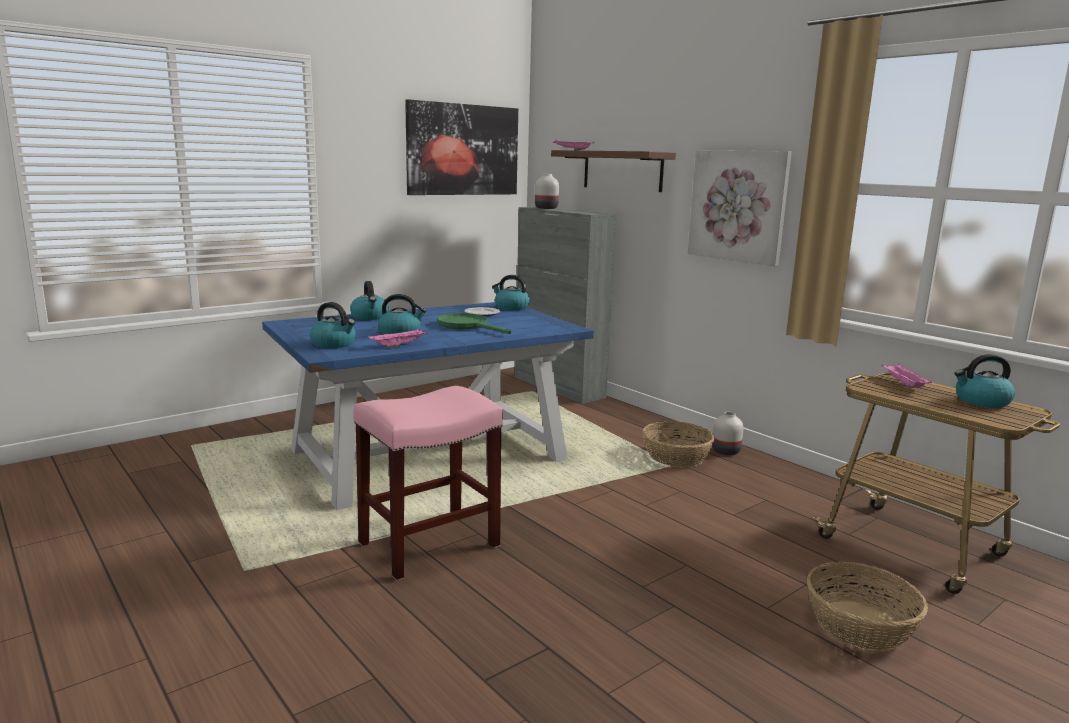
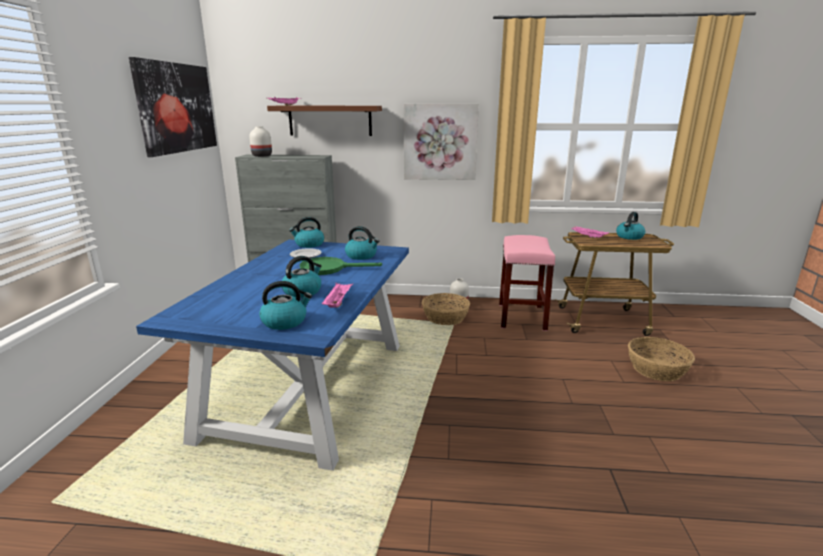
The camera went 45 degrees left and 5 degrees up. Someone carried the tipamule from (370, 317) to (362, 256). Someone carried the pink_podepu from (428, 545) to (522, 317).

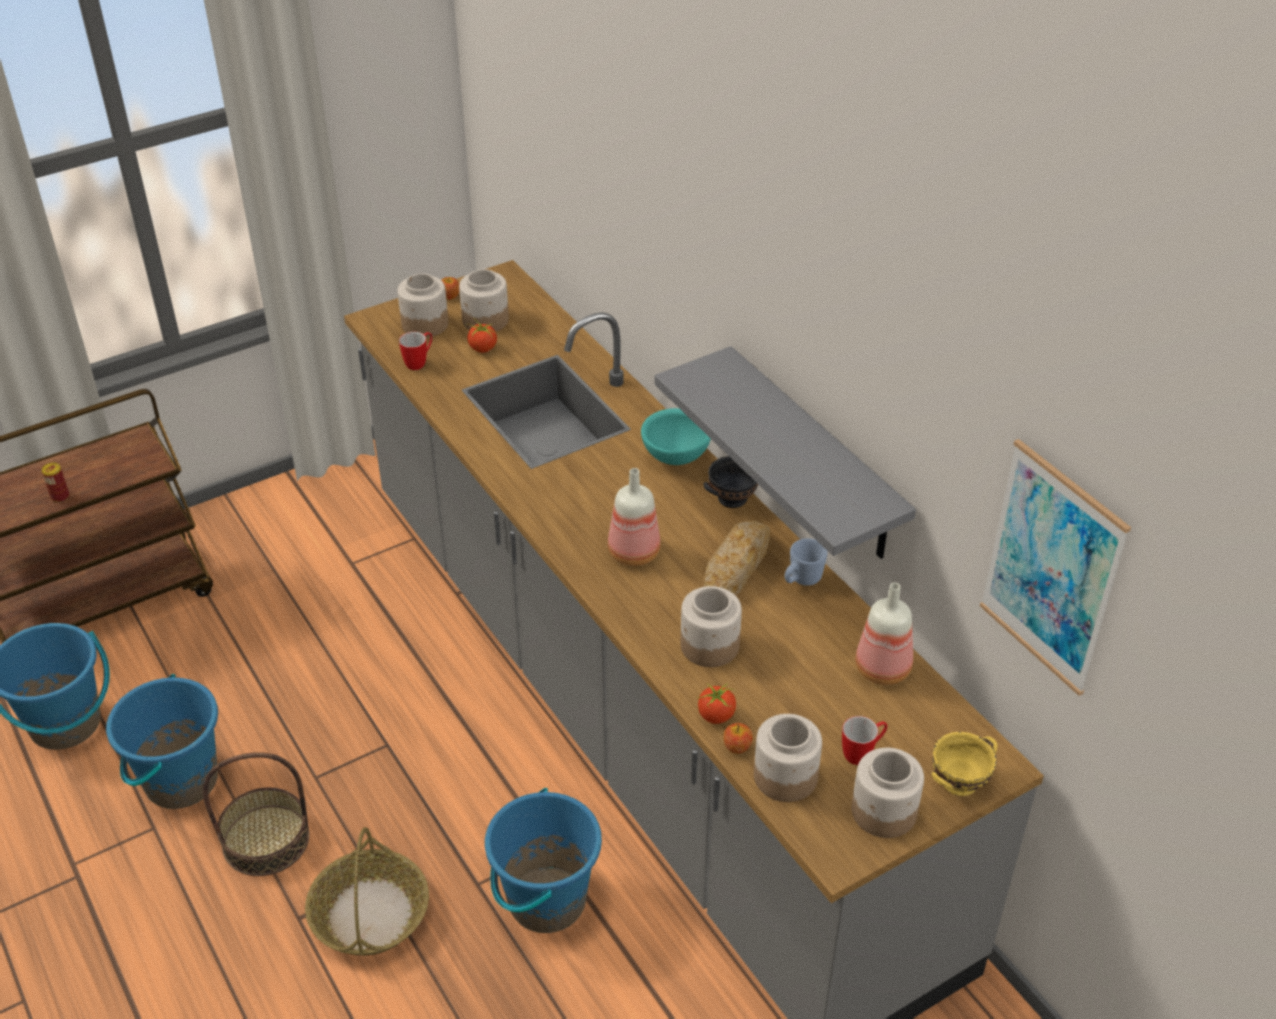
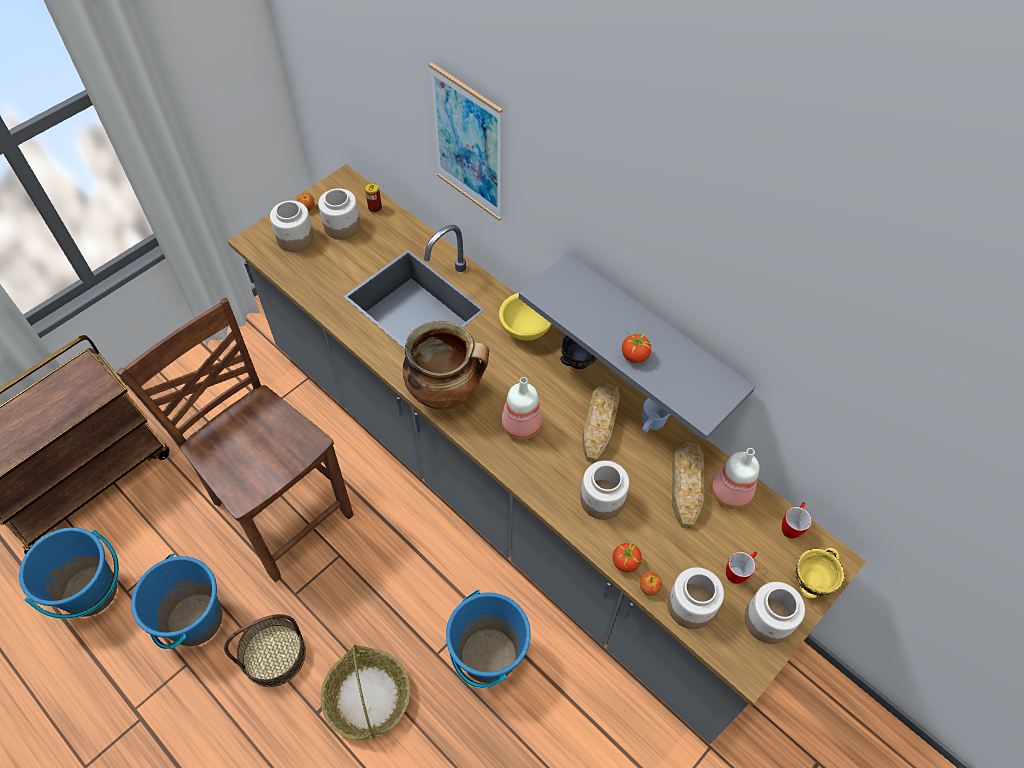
The camera went 15 degrees left and 15 degrees up. Someone carried the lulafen from (482, 348) to (634, 356). Someone carried the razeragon from (419, 362) to (791, 526). Someone repainted the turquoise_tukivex at (674, 456), which became the yellow_tukivex at (525, 329). Someone carried the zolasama from (1051, 568) to (468, 144). Someone carried the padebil from (60, 497) to (375, 208). Someone put down the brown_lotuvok at (280, 509). Someone put down the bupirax at (446, 392). Someone put down the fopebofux at (686, 485).

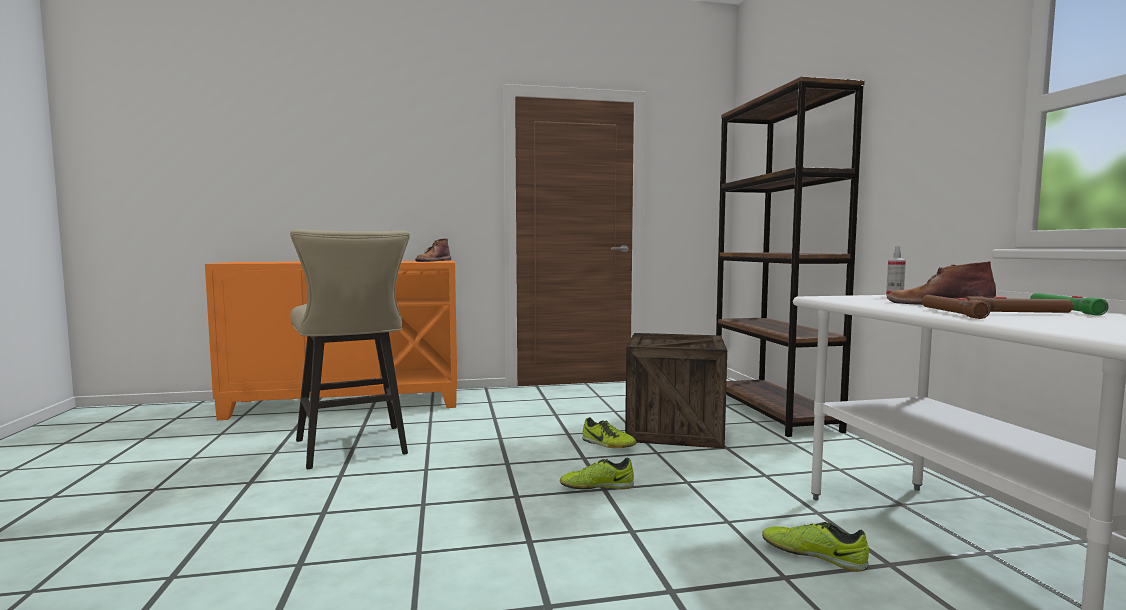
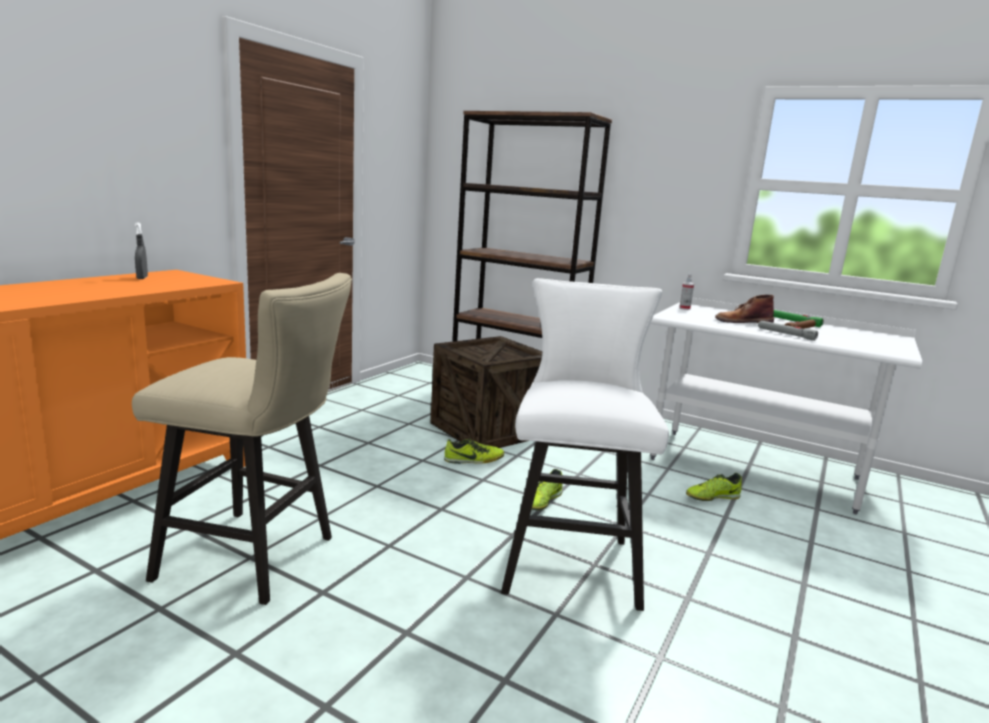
The camera went 50 degrees left and 10 degrees up. Someone took away the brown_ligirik at (432, 261). Someone repainted the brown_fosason at (951, 313), which became the grey_fosason at (785, 334). Someone put down the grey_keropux at (142, 278). Someone put down the white_podepu at (570, 560).

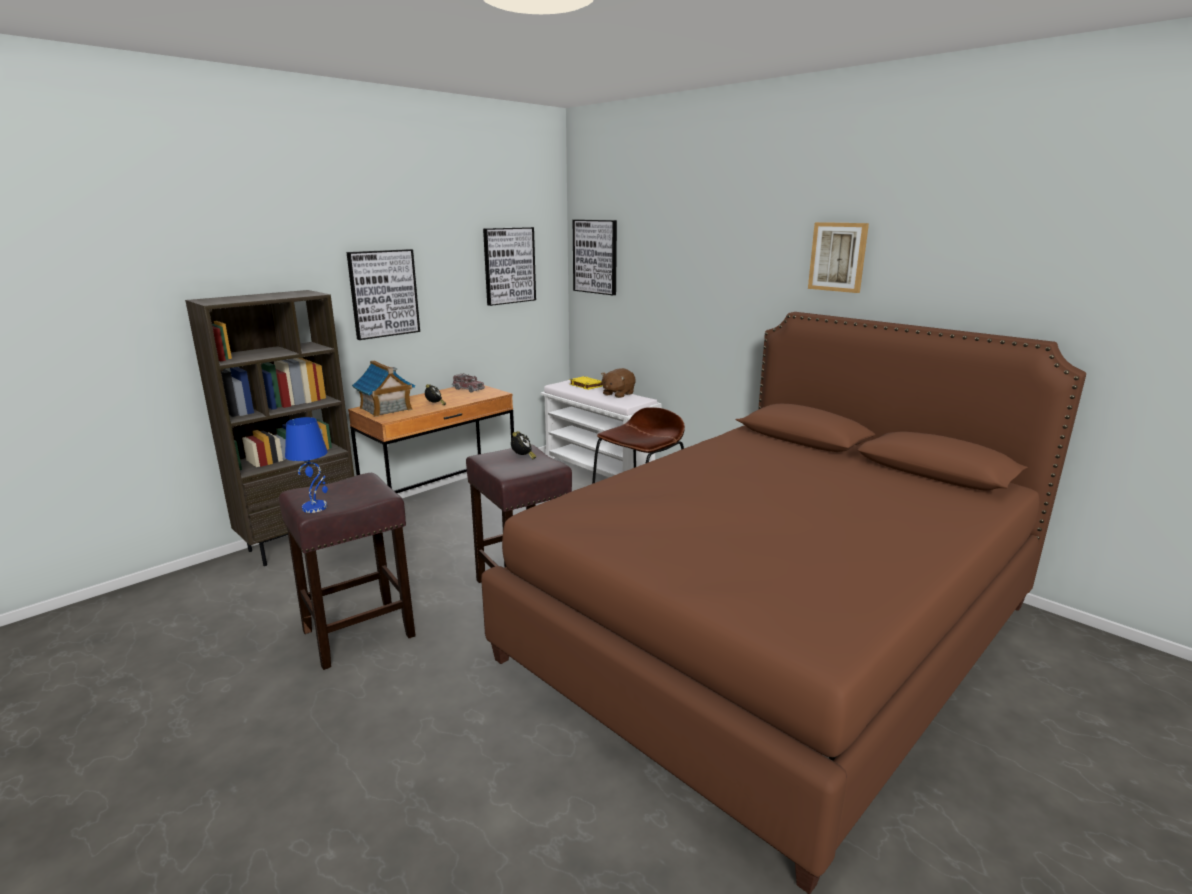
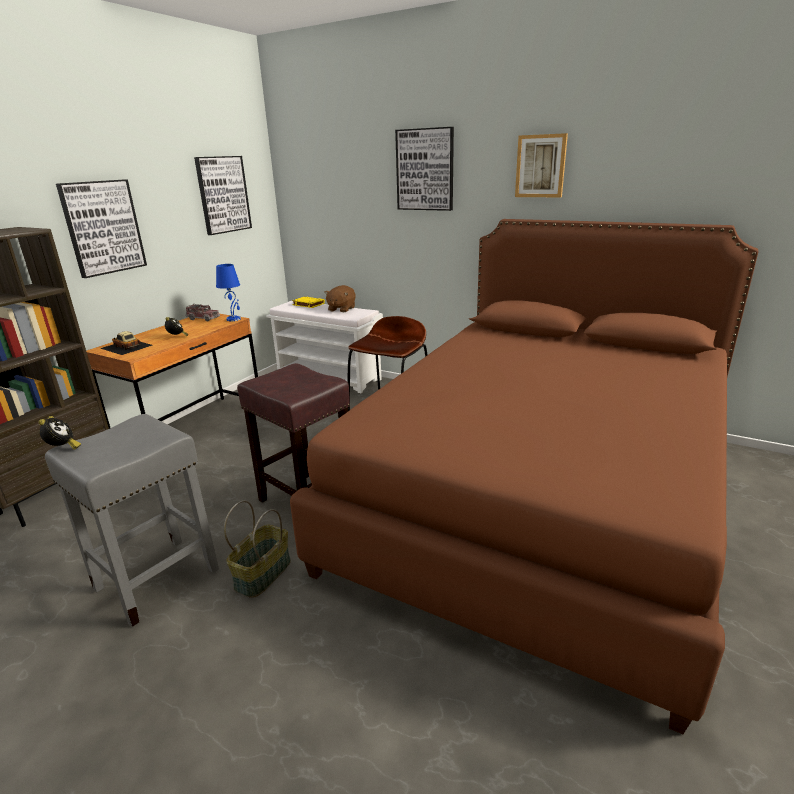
The camera went 15 degrees left and 5 degrees up. Someone carried the zolasama from (595, 256) to (425, 170). Someone swapped the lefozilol at (386, 409) for the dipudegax at (126, 346). Someone carried the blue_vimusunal from (315, 507) to (234, 319). Someone carried the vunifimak from (523, 458) to (63, 448). Someone repainted the brown_podepu at (360, 633), which became the grey_podepu at (159, 578). Someone put down the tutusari at (262, 573).

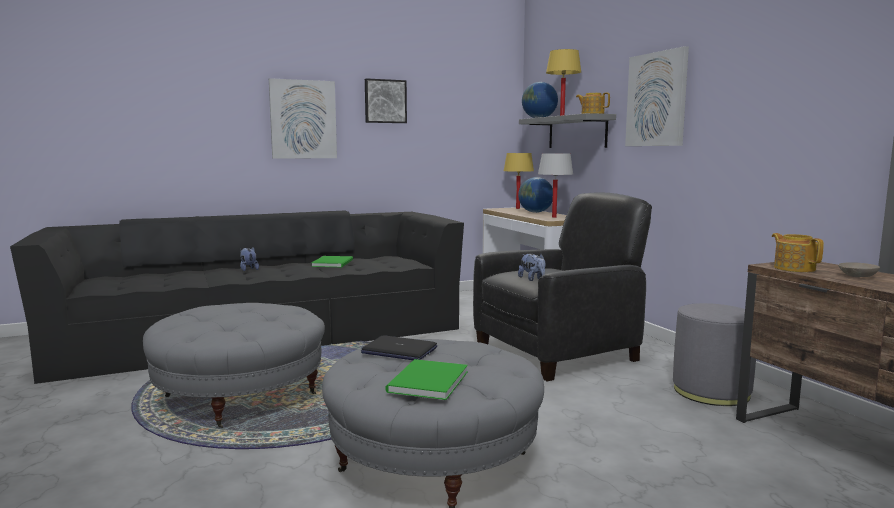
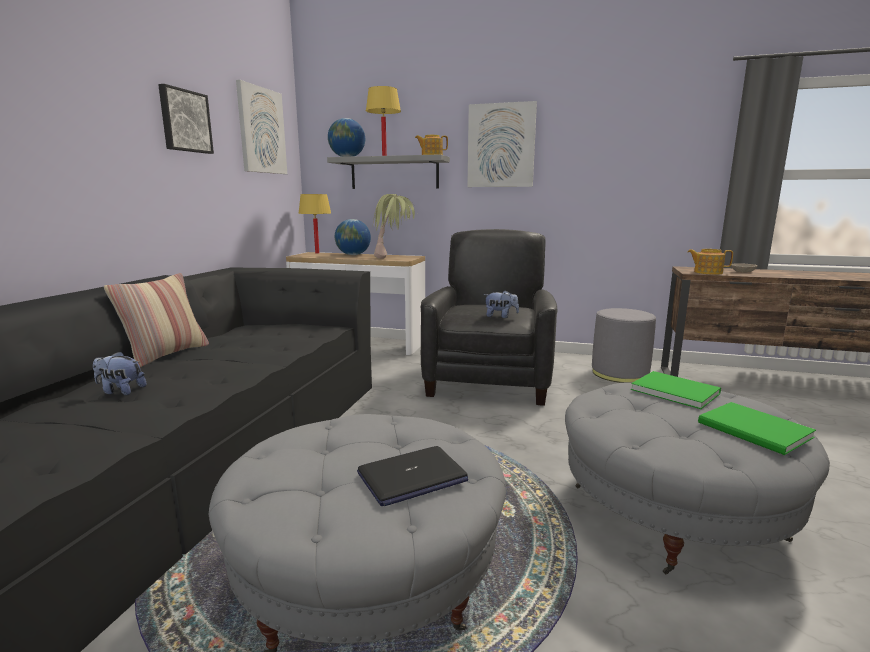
The camera went 50 degrees left and 5 degrees up. Someone carried the zolasama from (303, 119) to (261, 131). Someone swapped the white_vimusunal at (554, 217) for the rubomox at (394, 257). Someone carried the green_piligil from (334, 263) to (673, 390). Someone carried the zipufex from (399, 350) to (412, 477). Someone put down the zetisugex at (166, 354).

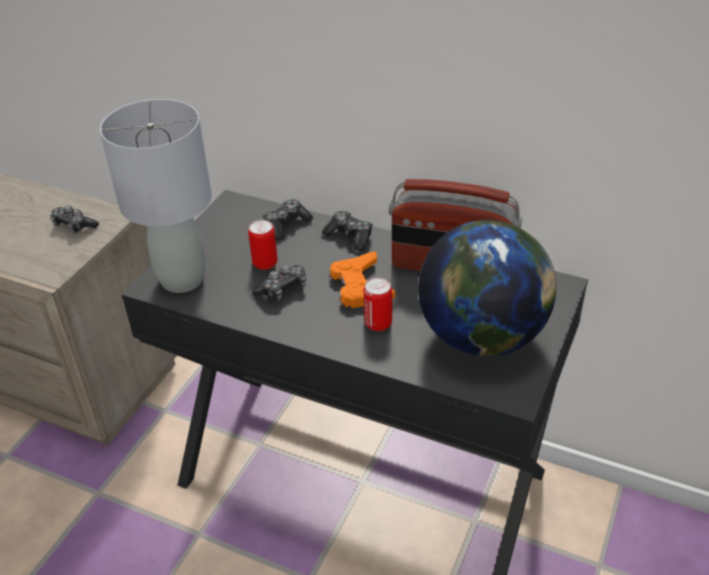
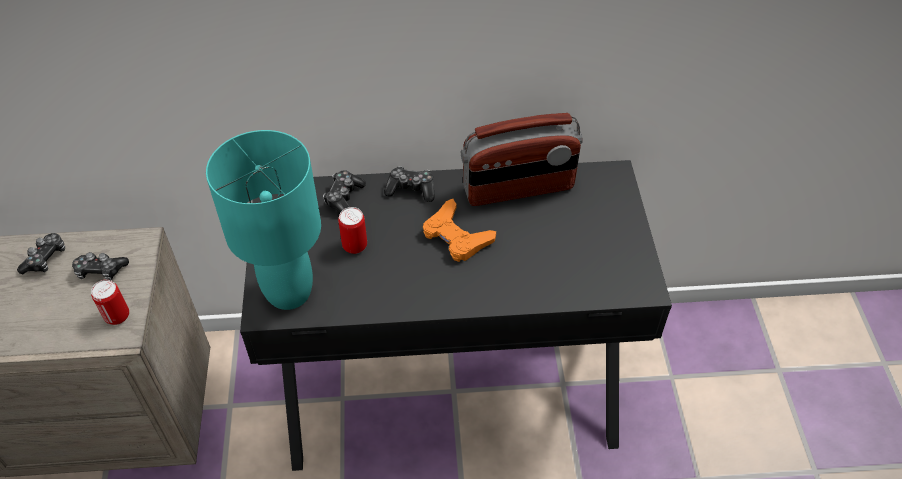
The camera went 30 degrees left and 10 degrees up. Someone repainted the grey_vimusunal at (181, 280), which became the turquoise_vimusunal at (288, 293). Someone took away the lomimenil at (482, 336). Someone carried the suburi from (283, 289) to (46, 258). Someone carried the padebil from (378, 324) to (117, 316).

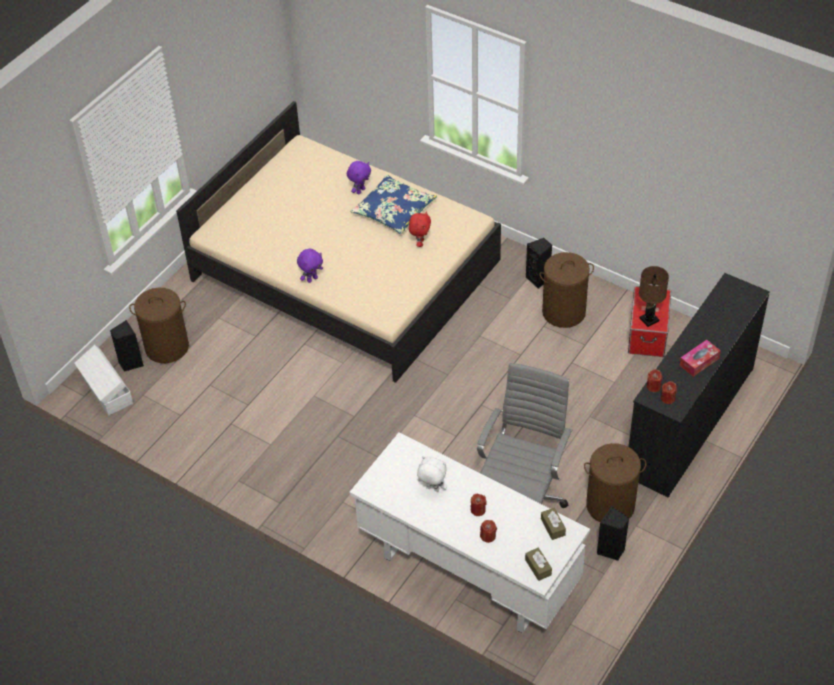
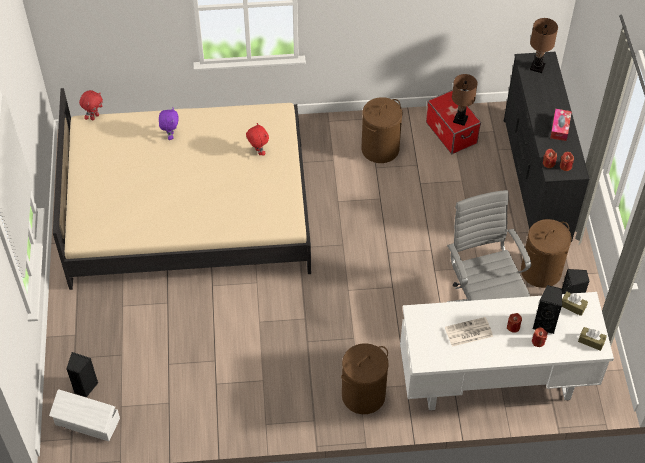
The camera went 40 degrees left and 5 degrees up. Someone took away the blue_zetisugex at (394, 211). Someone carried the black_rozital from (539, 279) to (545, 323). Someone took away the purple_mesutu at (312, 279). Someone carried the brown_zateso from (167, 347) to (363, 395). Someone swapped the white_mesutu at (432, 489) for the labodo at (468, 332). Someone put down the brown_vimusunal at (537, 67). Someone put down the red_mesutu at (94, 116).

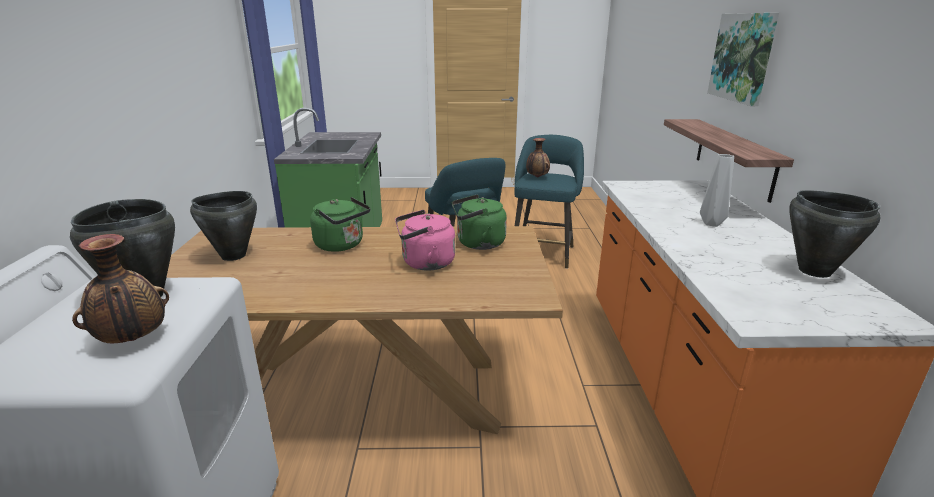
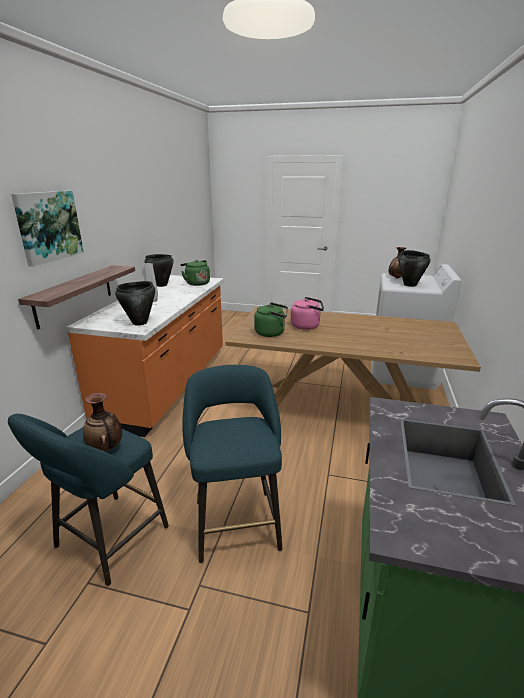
The camera went 165 degrees left and 0 degrees up. Someone carried the black_bupirax from (233, 256) to (140, 323). Someone carried the green_tipamule from (342, 245) to (196, 283).

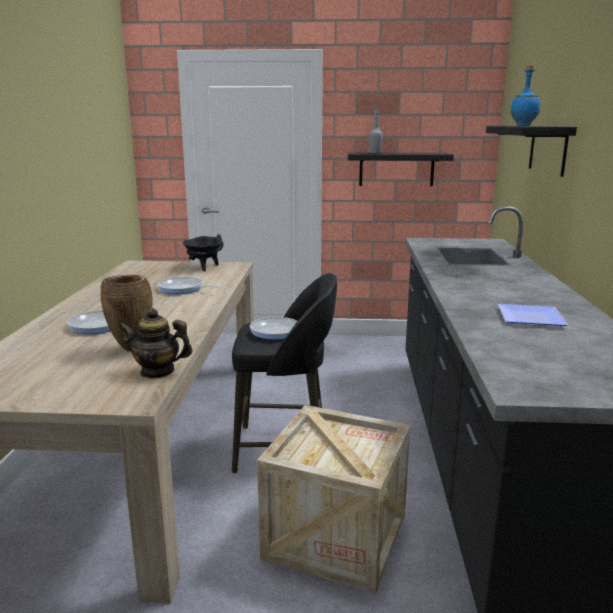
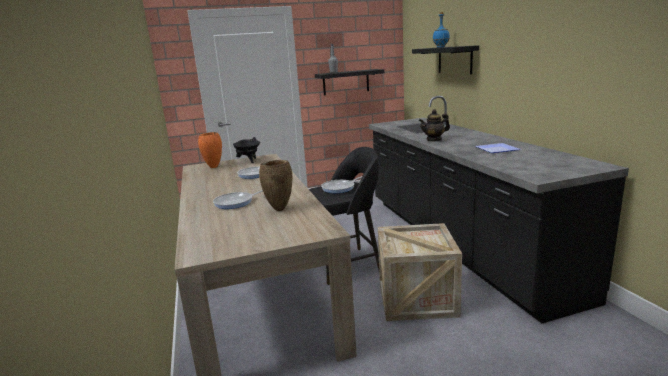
The camera went 20 degrees left and 0 degrees up. Someone carried the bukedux from (157, 371) to (434, 139). Someone put down the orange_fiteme at (213, 167).

